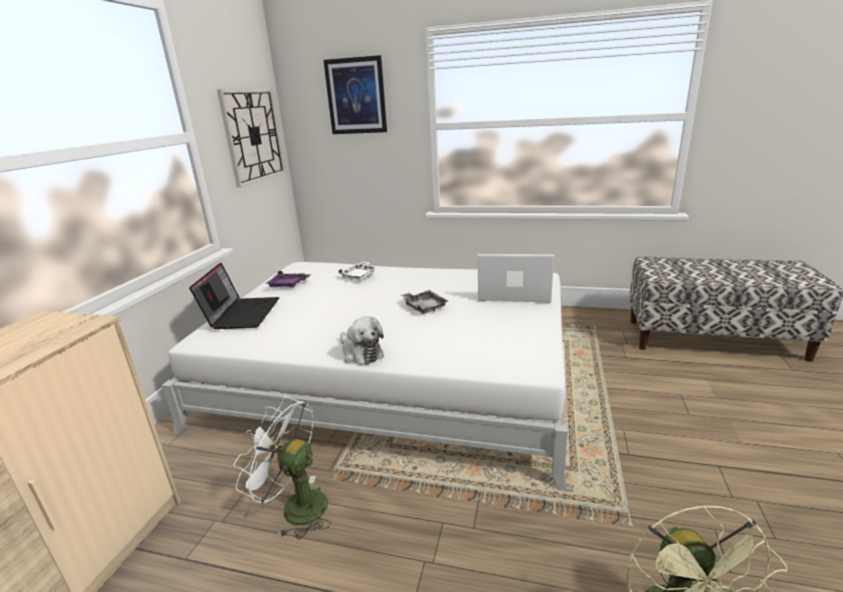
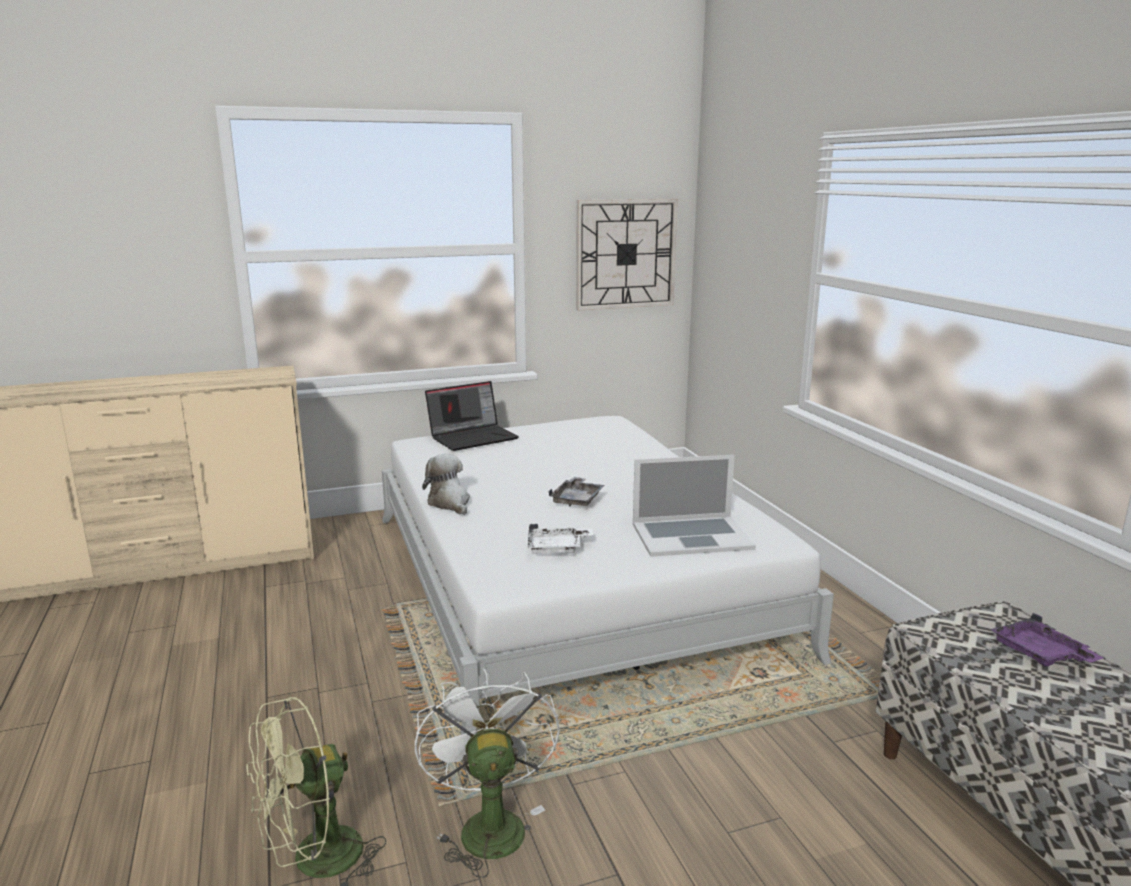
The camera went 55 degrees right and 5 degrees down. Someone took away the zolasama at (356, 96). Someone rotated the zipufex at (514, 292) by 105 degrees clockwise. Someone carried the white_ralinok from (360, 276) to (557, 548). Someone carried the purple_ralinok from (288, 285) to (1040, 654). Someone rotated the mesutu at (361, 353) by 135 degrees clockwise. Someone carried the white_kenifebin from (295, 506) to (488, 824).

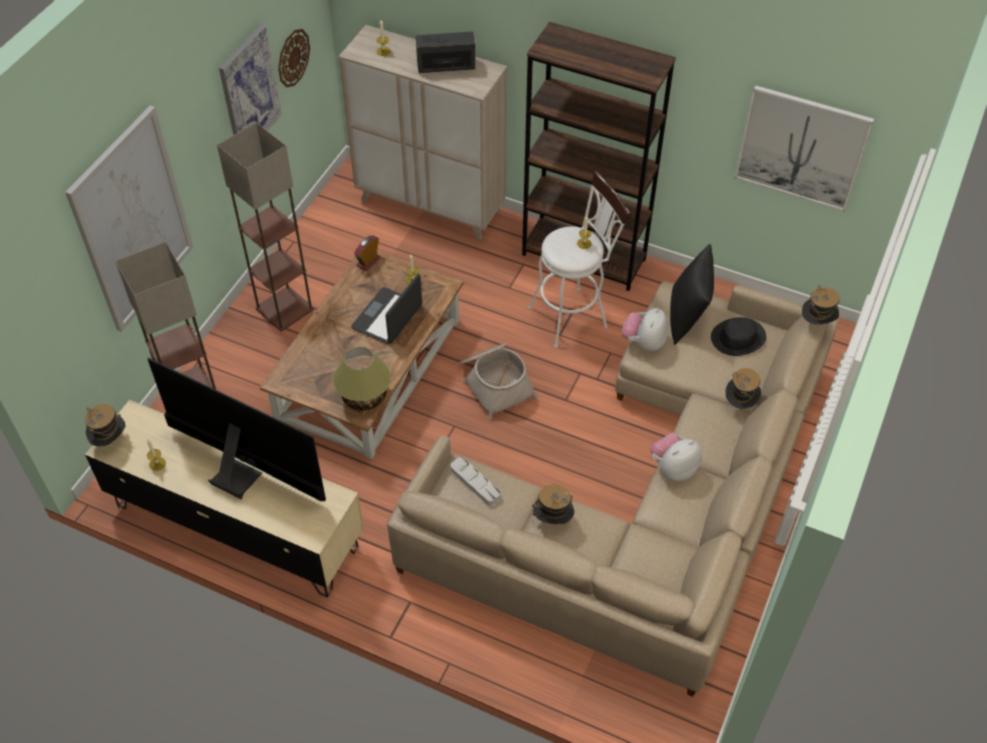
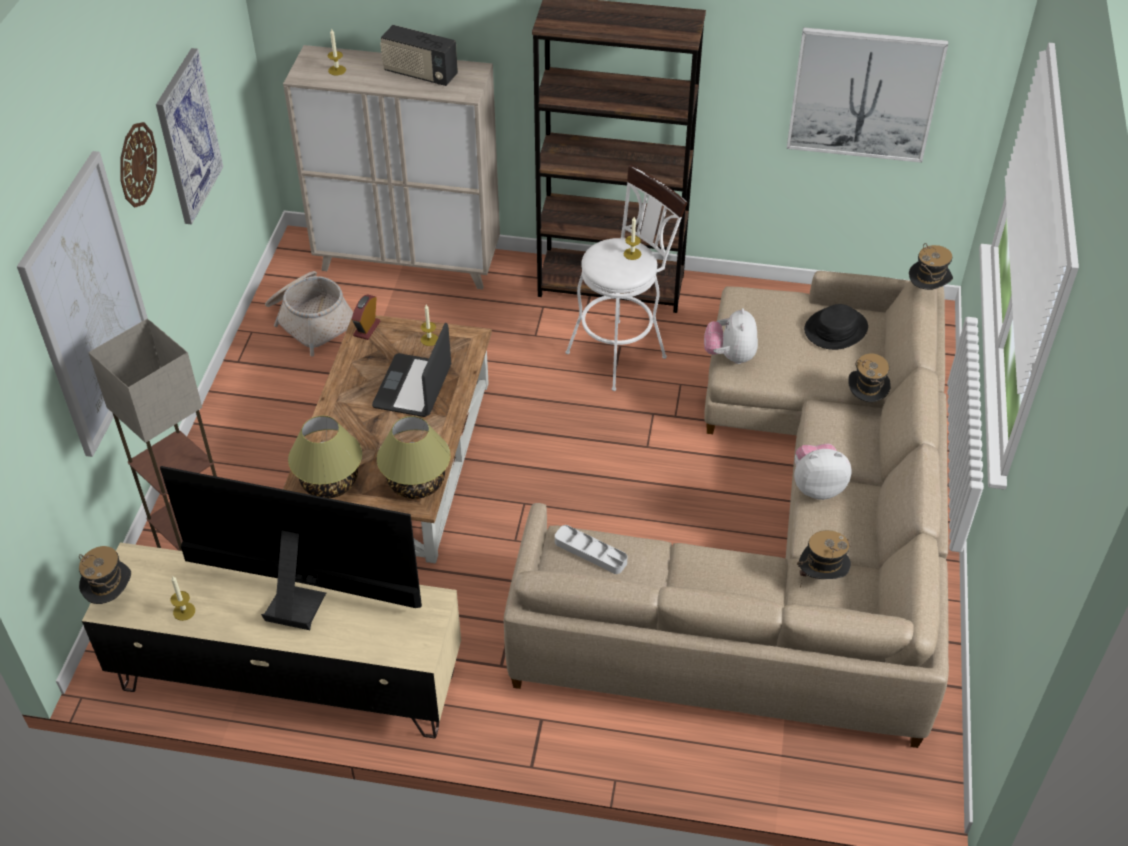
The camera went 15 degrees left and 5 degrees down. Someone carried the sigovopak from (293, 57) to (137, 164). Someone rotated the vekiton at (446, 66) by 135 degrees counterclockwise. Someone took away the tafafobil at (284, 308). Someone took away the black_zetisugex at (687, 317). Someone carried the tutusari from (495, 383) to (311, 320). Someone rotated the mesutu at (673, 468) by 45 degrees clockwise. Someone carried the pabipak from (552, 520) to (821, 578). Someone put down the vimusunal at (329, 483).

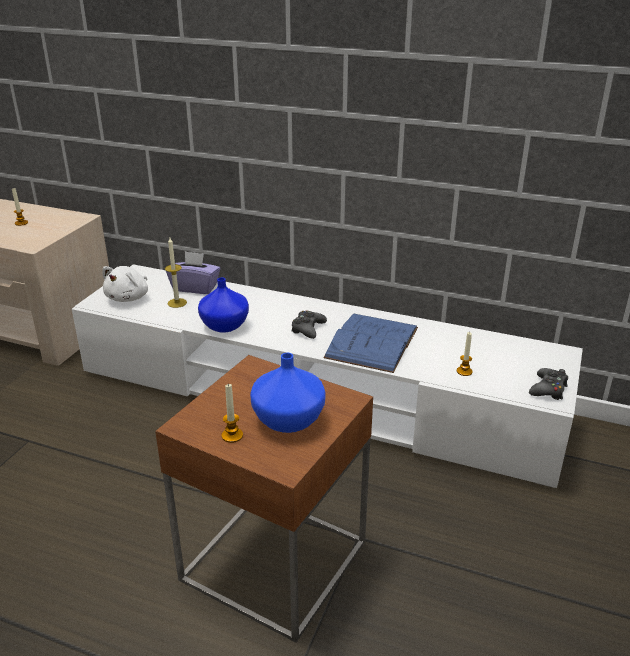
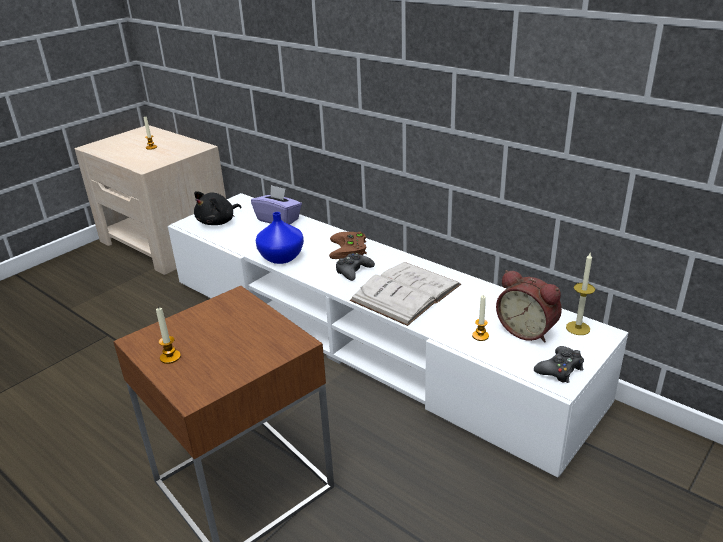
The camera went 20 degrees right and 0 degrees up. Someone carried the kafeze from (177, 303) to (578, 328). Someone repainted the white_mesutu at (129, 297), which became the black_mesutu at (218, 222). Someone repainted the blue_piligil at (372, 342), which became the white_piligil at (406, 292). Someone took away the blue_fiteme at (288, 421). Someone put down the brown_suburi at (350, 249). Someone put down the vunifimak at (527, 330).

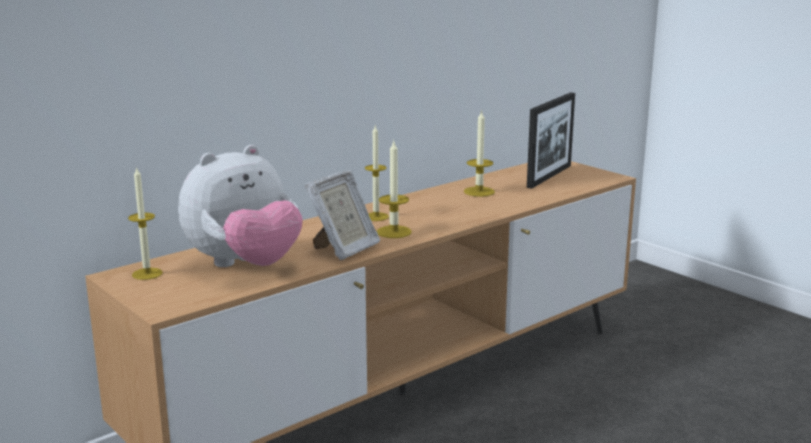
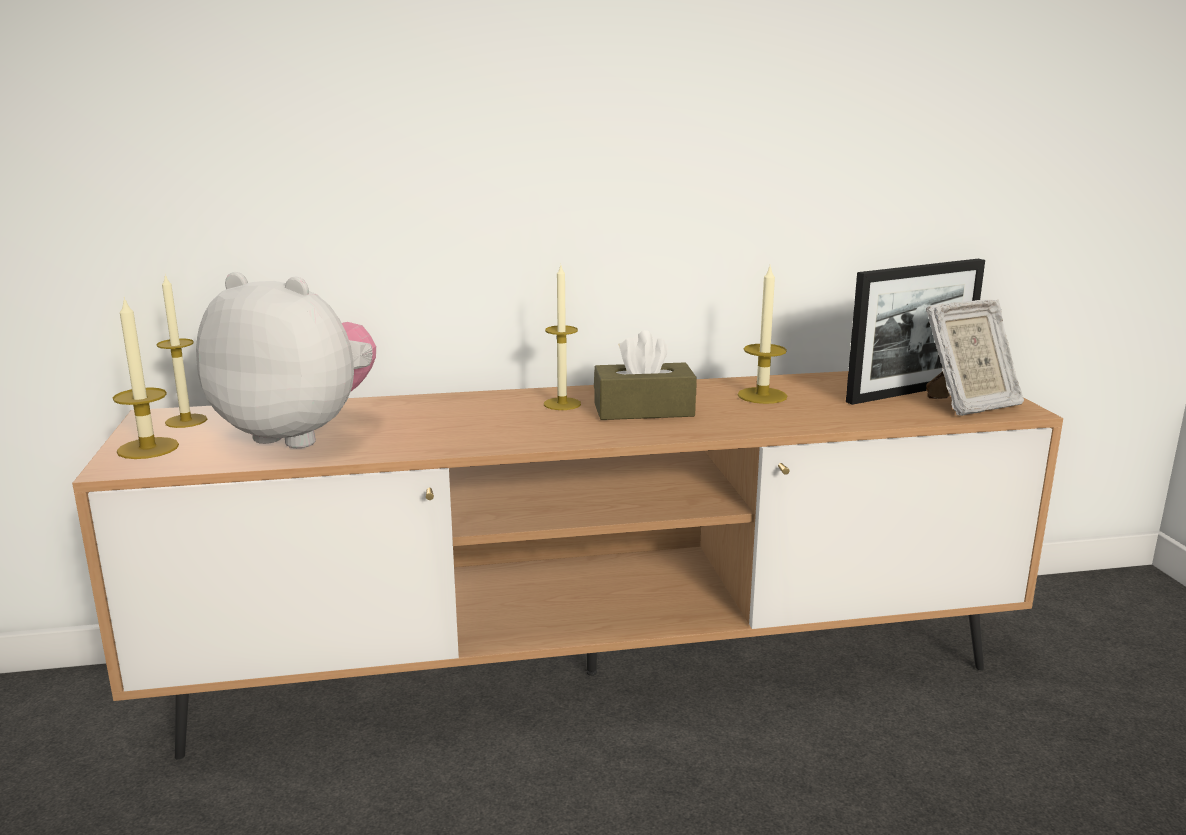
The camera went 30 degrees right and 0 degrees up. Someone carried the kafeze from (394, 232) to (148, 448). Someone rotated the mesutu at (244, 265) by 150 degrees counterclockwise. Someone carried the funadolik from (344, 249) to (968, 405). Someone put down the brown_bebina at (643, 410).

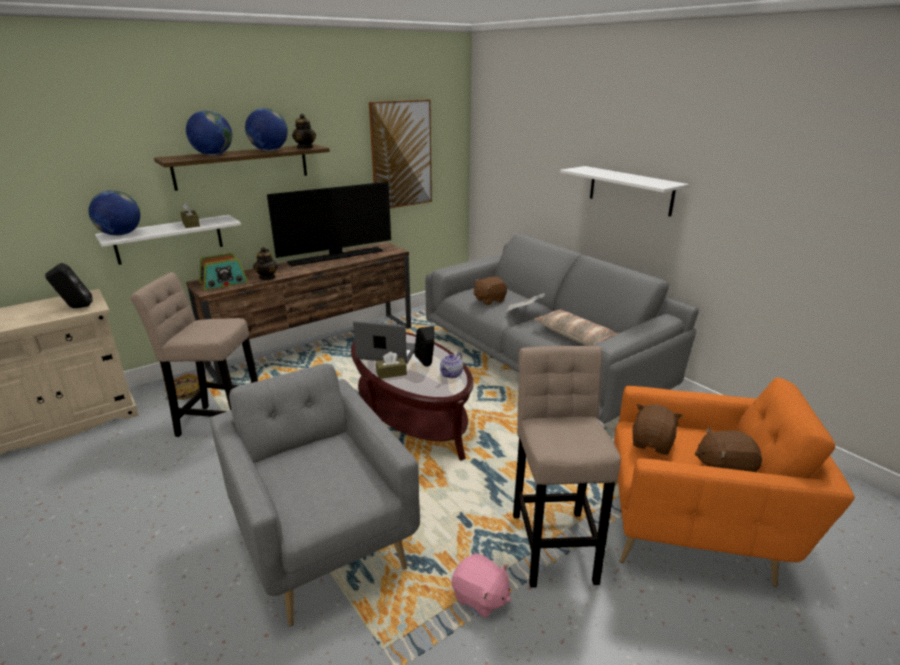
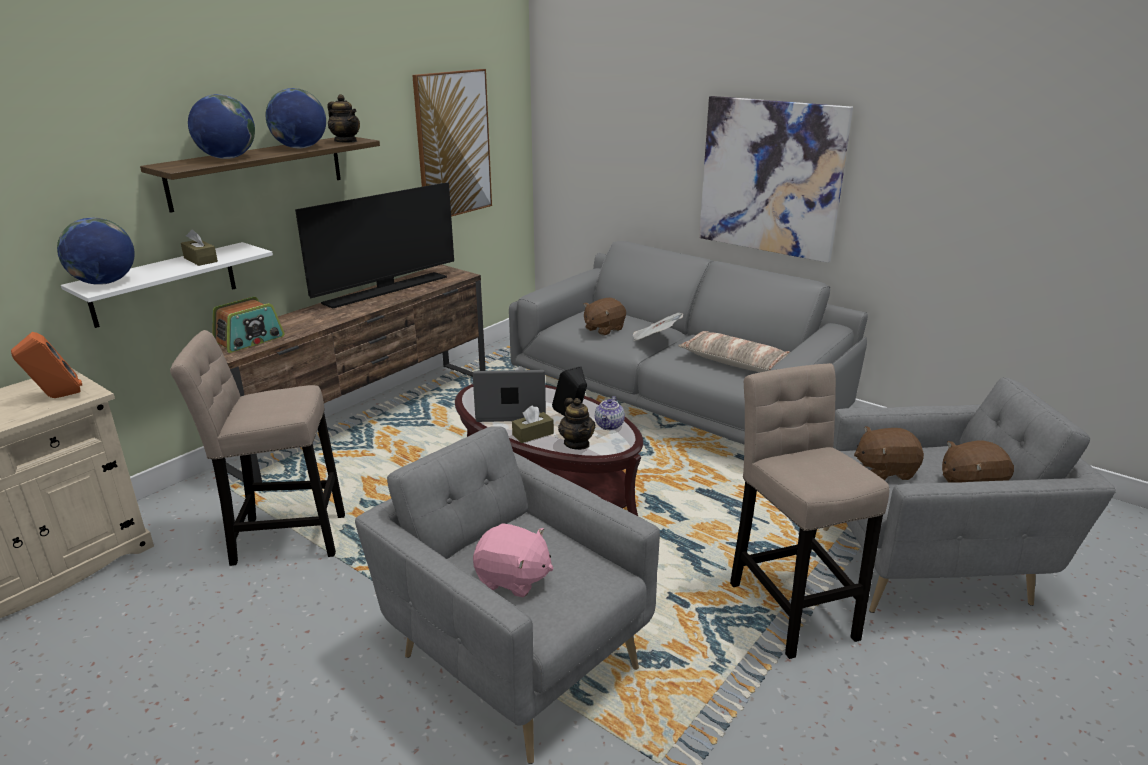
The camera went 15 degrees left and 0 degrees up. Someone swapped the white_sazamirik at (630, 190) for the zolasama at (770, 177). Someone carried the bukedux from (267, 277) to (577, 443). Someone repainted the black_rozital at (75, 308), which became the orange_rozital at (56, 397). Someone took away the tutusari at (184, 392). Someone repainted the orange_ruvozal at (695, 531), which became the grey_ruvozal at (932, 565). Someone rotated the brown_mesutu at (652, 443) by 105 degrees counterclockwise. Someone carried the pink_mesutu from (480, 597) to (513, 579).

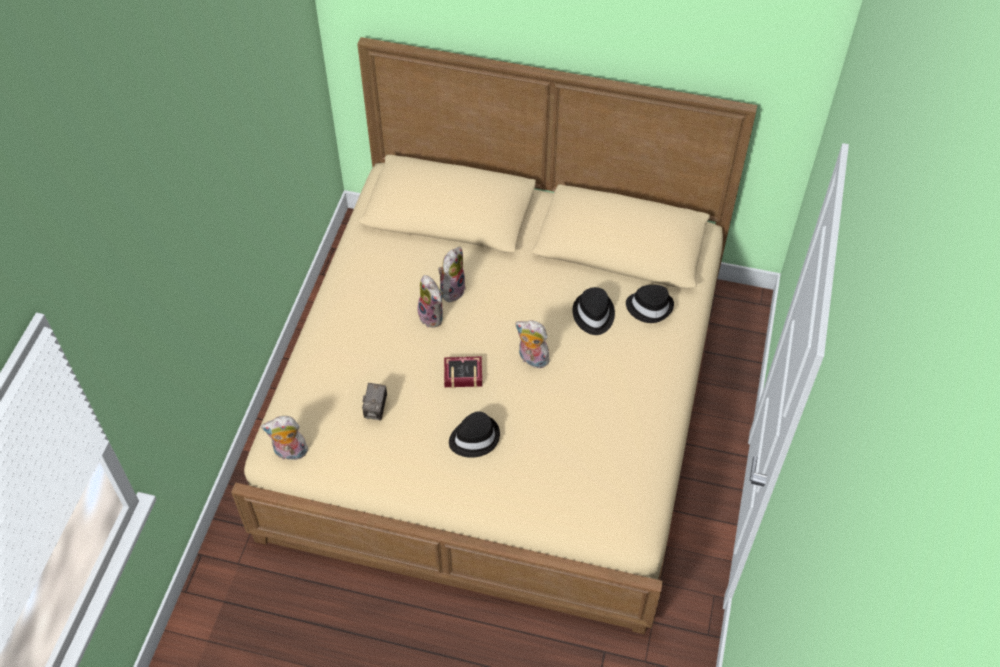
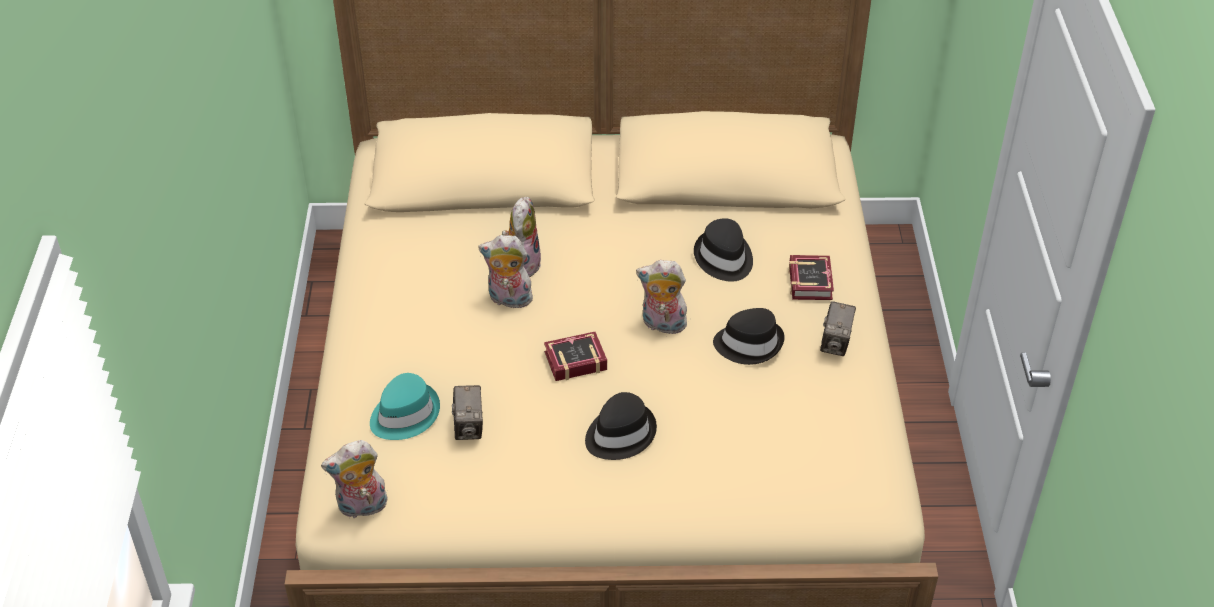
The camera went 15 degrees left and 10 degrees down. Someone rotated the mesutu at (433, 316) by 150 degrees clockwise. Someone carried the black_pabipak from (649, 307) to (749, 343). Someone put down the piligil at (811, 280). Someone put down the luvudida at (835, 344). Someone put down the turquoise_pabipak at (404, 414).

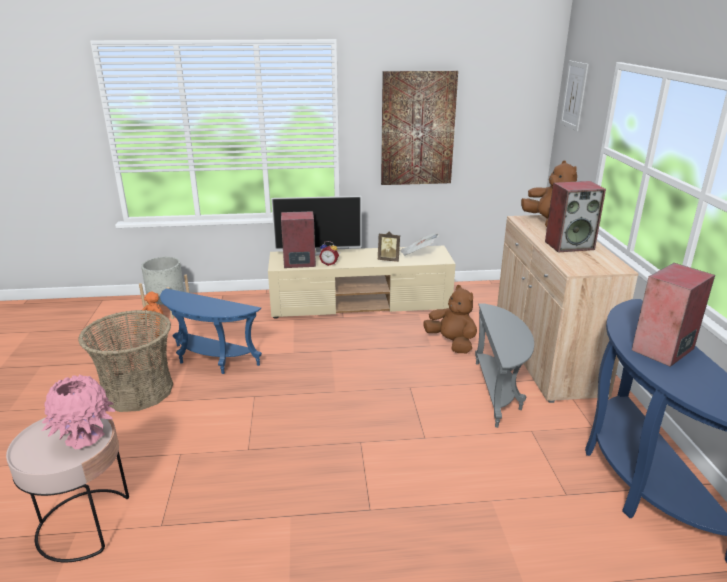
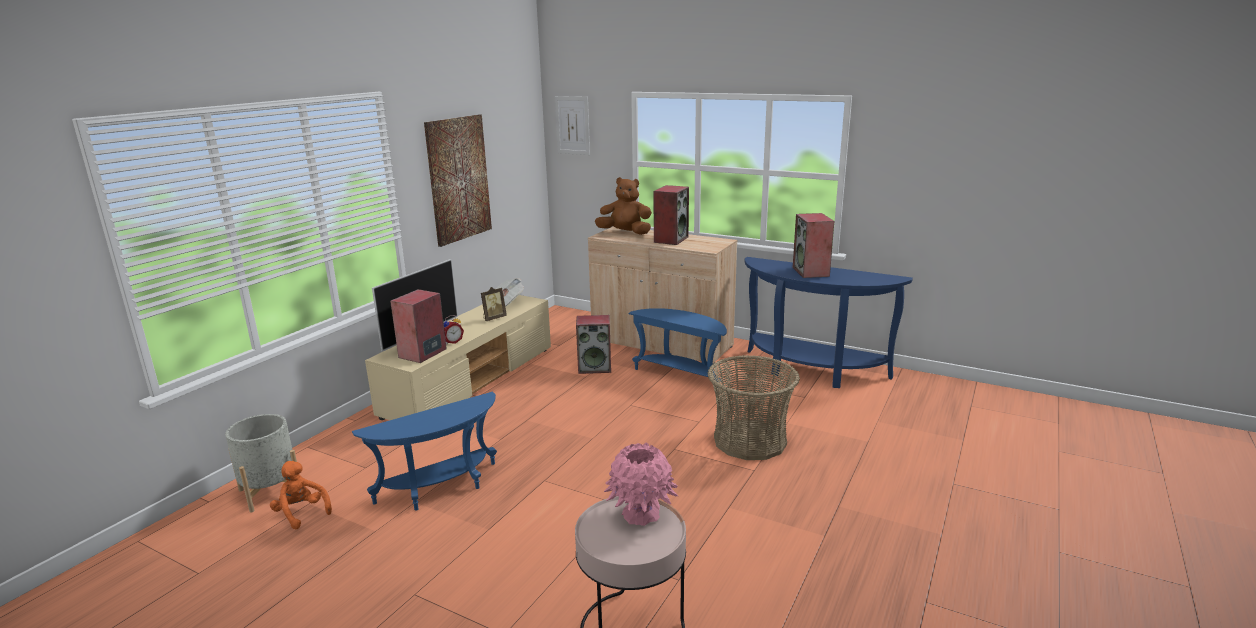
The camera went 55 degrees left and 5 degrees down. Someone swapped the brown_mesutu at (451, 343) for the rozital at (595, 367). Someone repainted the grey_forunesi at (499, 392), which became the blue_forunesi at (681, 376). Someone carried the tutusari from (138, 391) to (749, 440).

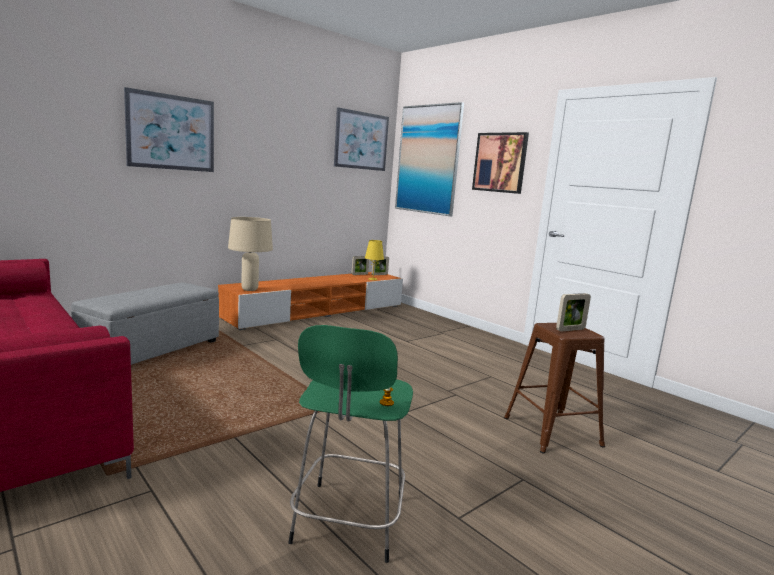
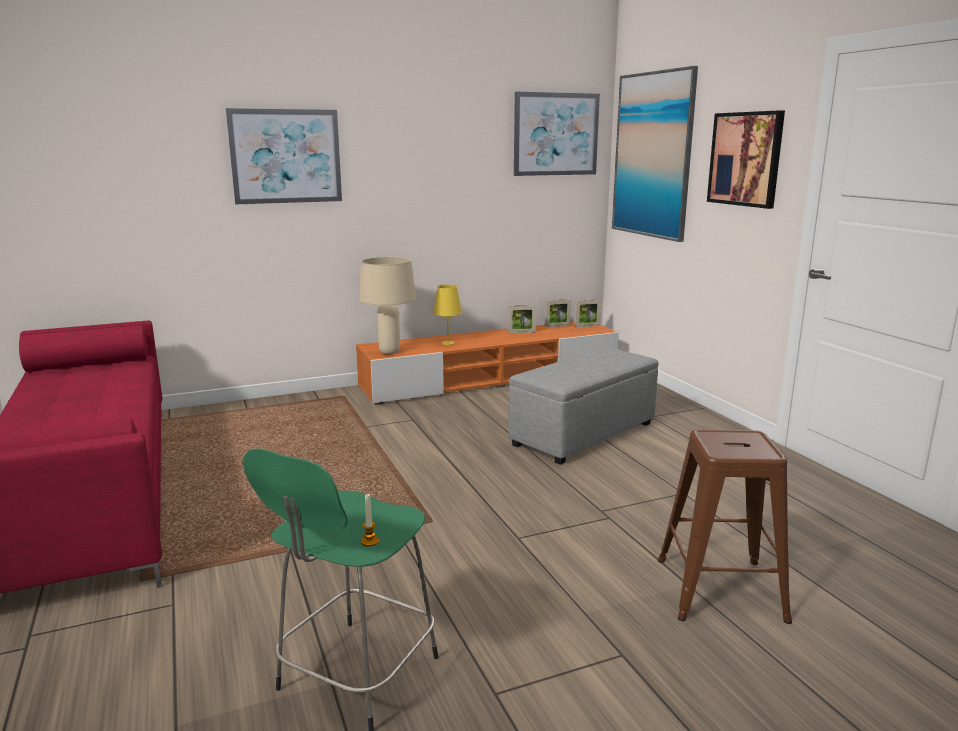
The camera went 20 degrees right and 5 degrees up. Someone carried the yellow_vimusunal from (372, 279) to (447, 343). Someone carried the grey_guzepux from (151, 352) to (583, 434). Someone carried the funadolik from (570, 329) to (521, 332).

